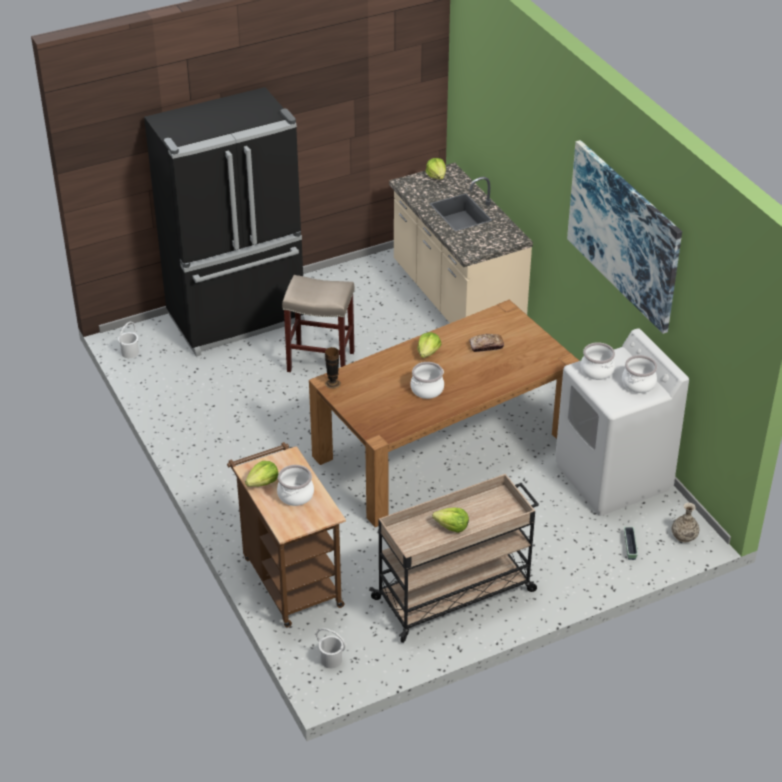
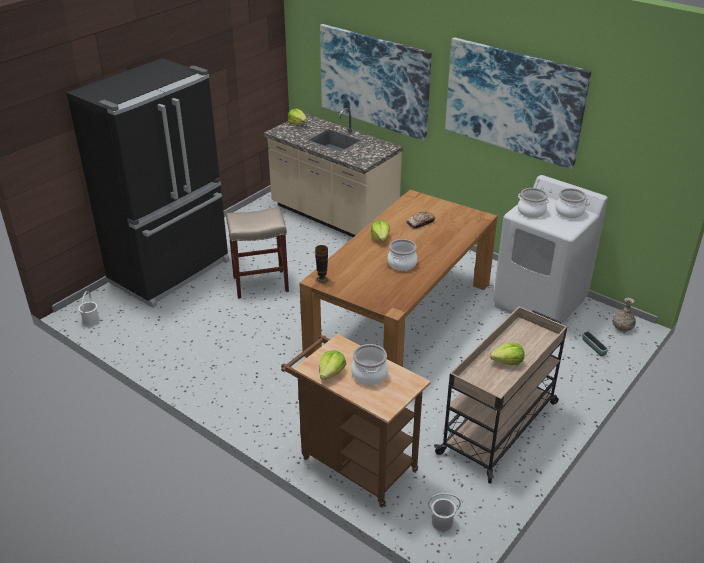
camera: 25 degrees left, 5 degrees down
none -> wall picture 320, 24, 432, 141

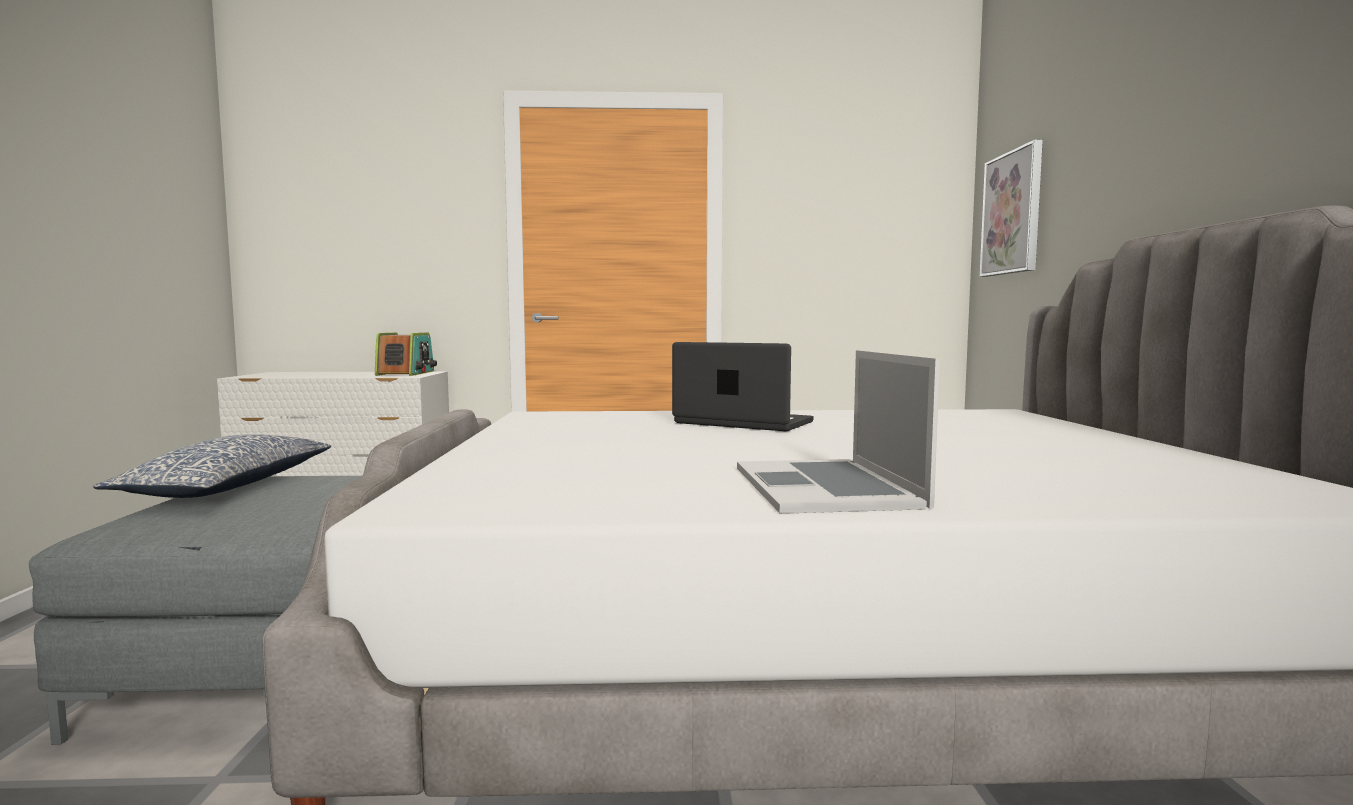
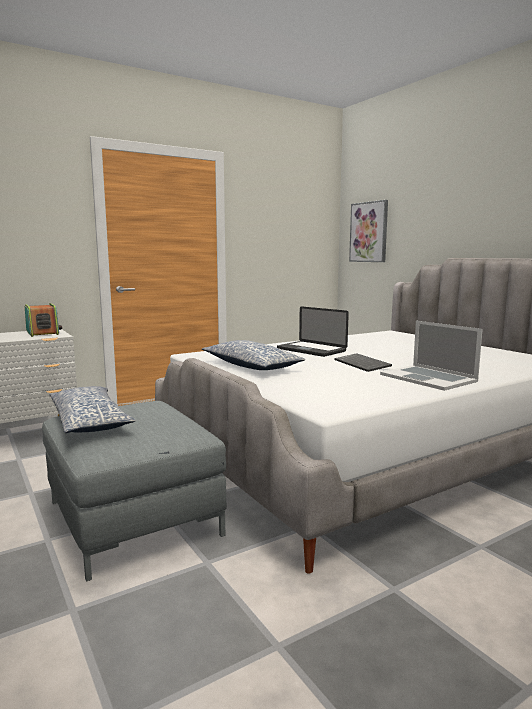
camera: 30 degrees left, 5 degrees up
portable computer 672, 342, 814, 431 -> portable computer 277, 306, 349, 357, 135 degrees counterclockwise
none -> cushion 202, 340, 306, 370
none -> keyboard 334, 353, 392, 372

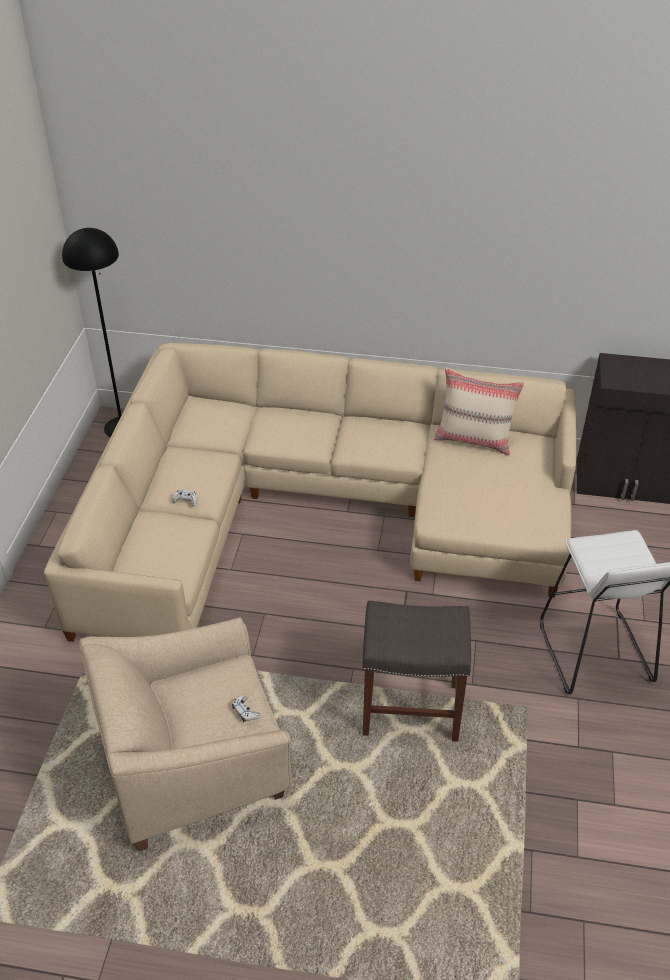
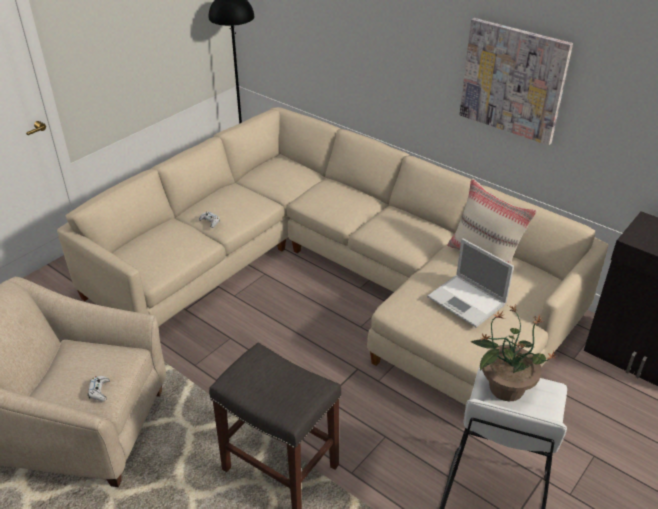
camera: 30 degrees right, 5 degrees down
none -> portable computer 427, 238, 514, 328
none -> wall picture 460, 18, 573, 145
none -> plant in a pot 471, 305, 557, 401

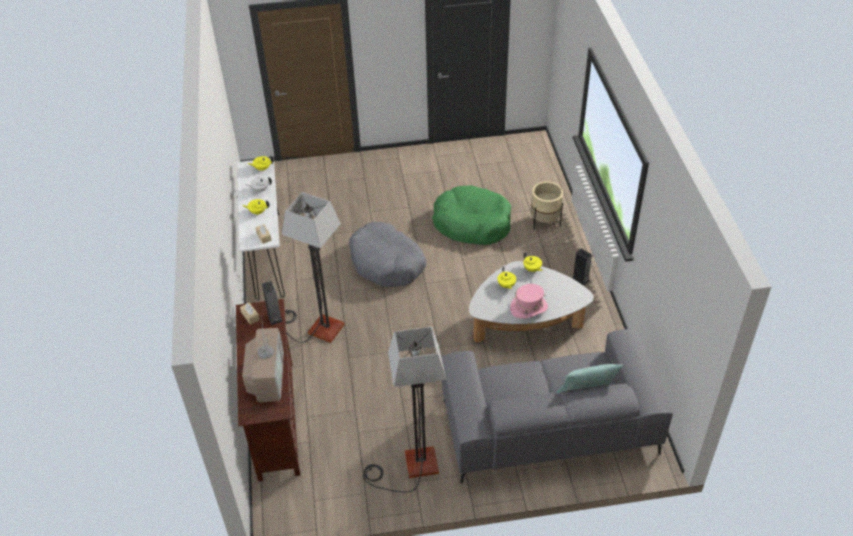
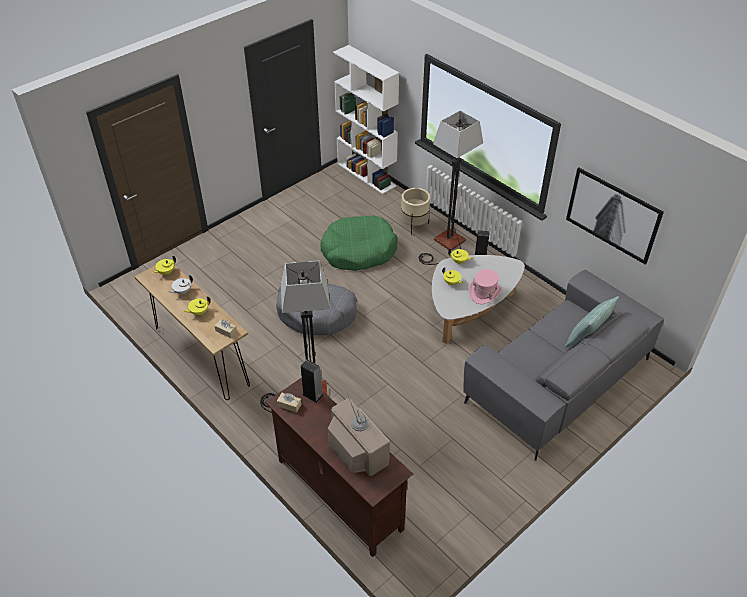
camera: 35 degrees left, 0 degrees up
white narrow table 237, 158, 285, 301 -> brown narrow table 135, 265, 250, 400
standing lamp 363, 327, 446, 492 -> standing lamp 419, 111, 483, 265, move
none -> white bookshelf 333, 45, 399, 194
none -> wall picture 566, 167, 664, 265

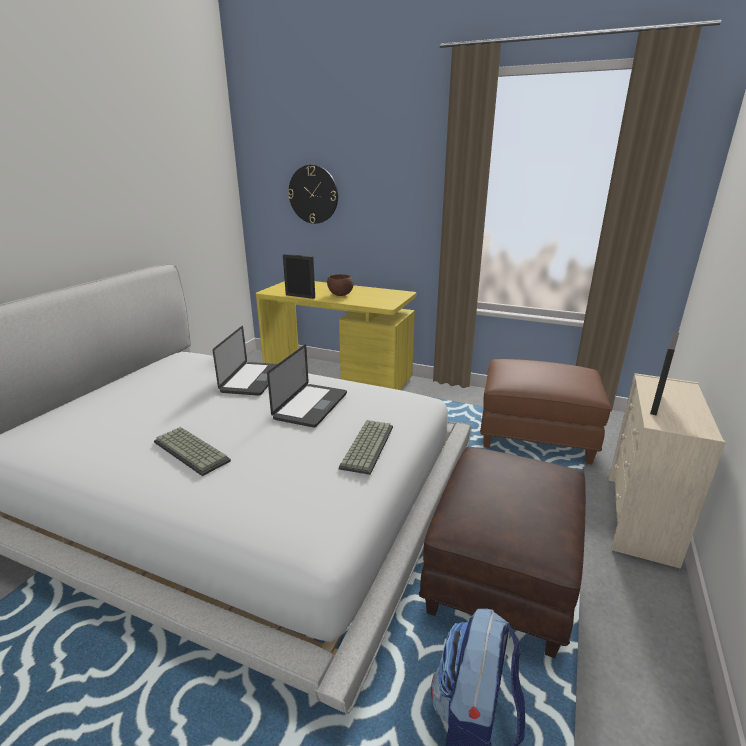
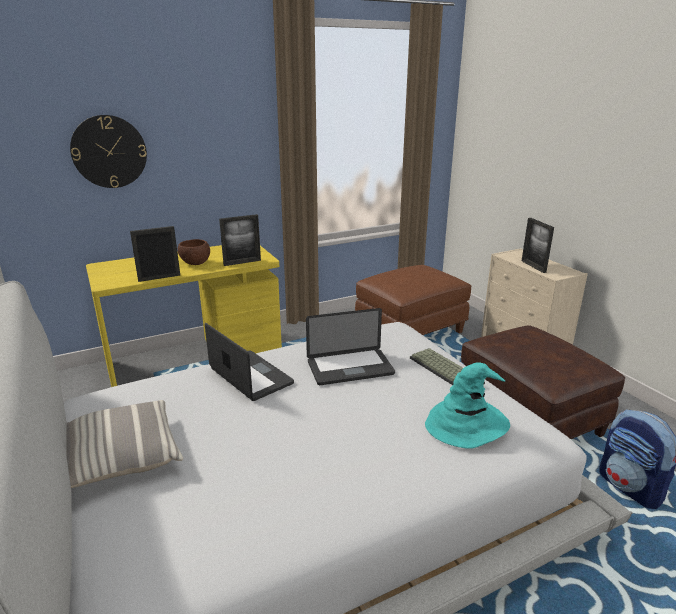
camera: 50 degrees left, 0 degrees up
keyboard 154, 427, 231, 476 -> none
portable computer 267, 344, 347, 428 -> portable computer 306, 308, 395, 385, 105 degrees clockwise
none -> cushion 66, 400, 183, 488
none -> photo frame 219, 214, 261, 266
none -> blue-green clothing hat 425, 362, 510, 449

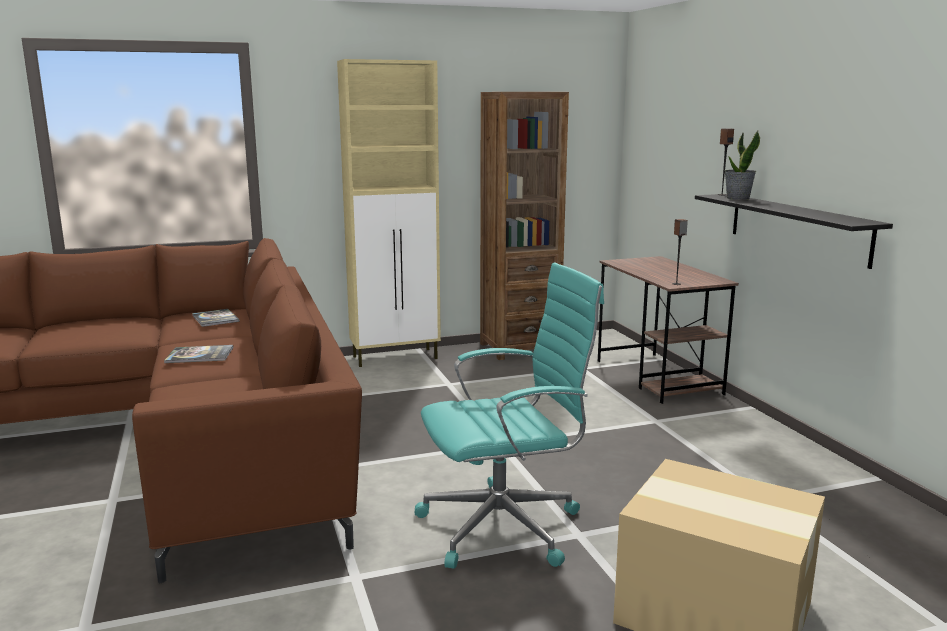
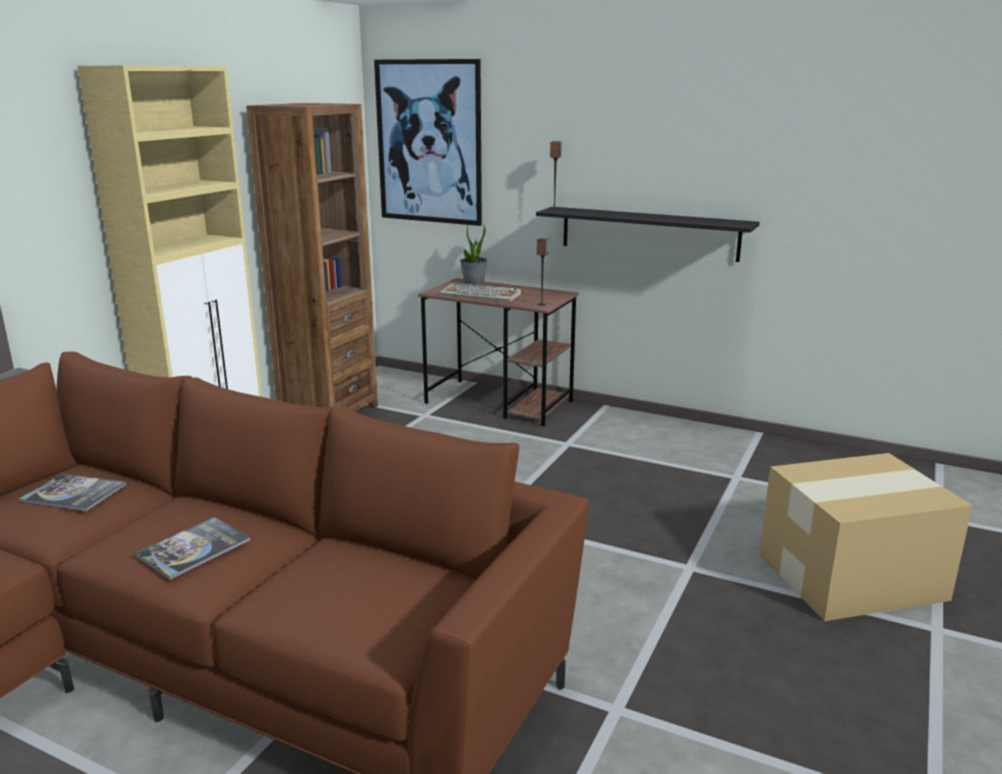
camera: 45 degrees left, 5 degrees up
blue-green desk chair 415, 262, 604, 569 -> none
plant in a pot 725, 131, 760, 200 -> plant in a pot 460, 224, 487, 285, move
none -> wall picture 374, 59, 482, 226
none -> keyboard 440, 283, 521, 302

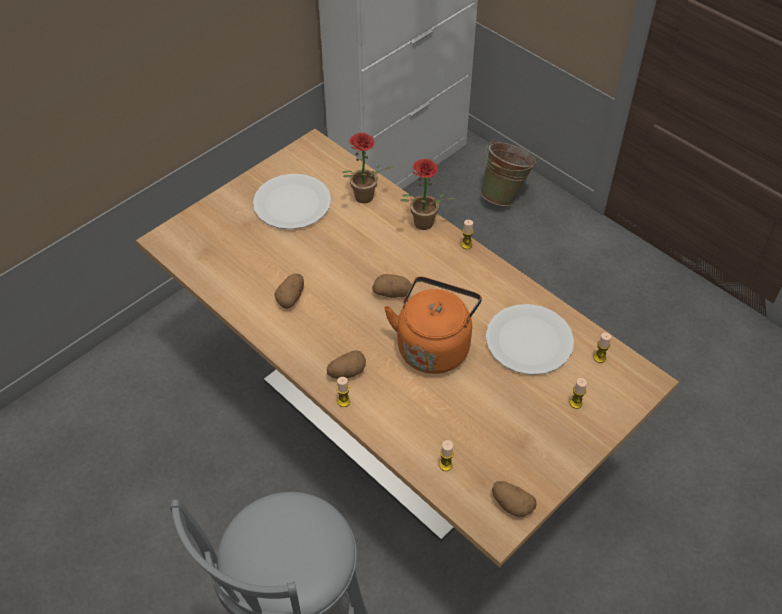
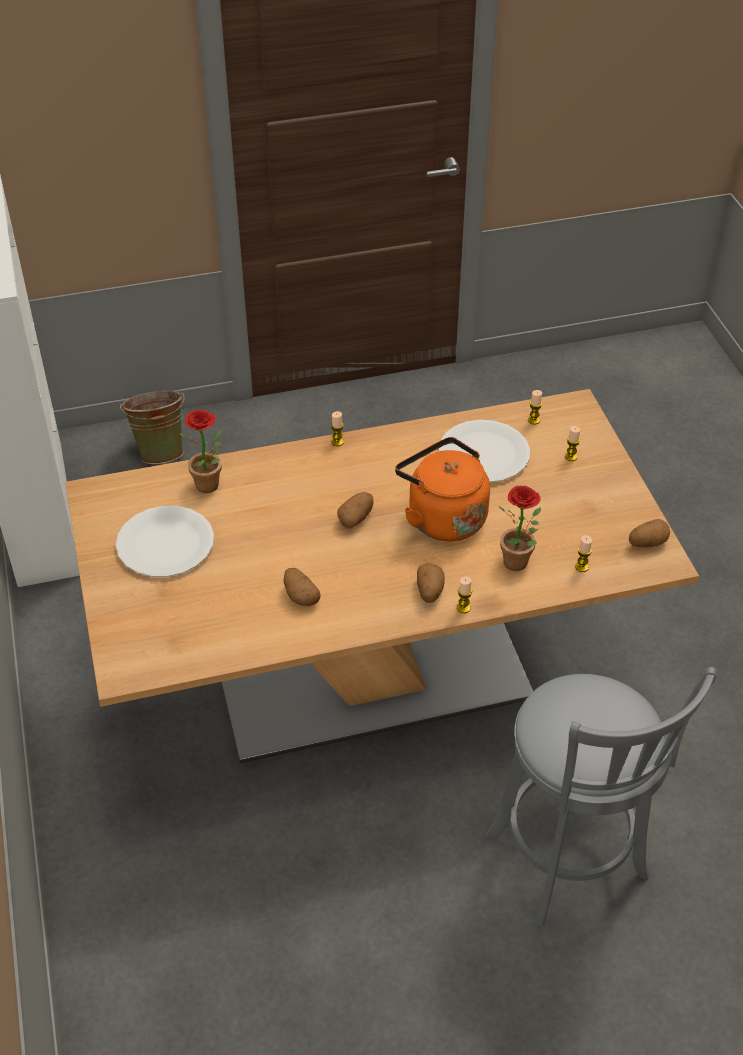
camera: 60 degrees left, 5 degrees down
plant in a pot 400, 159, 455, 230 -> plant in a pot 499, 486, 541, 571, move

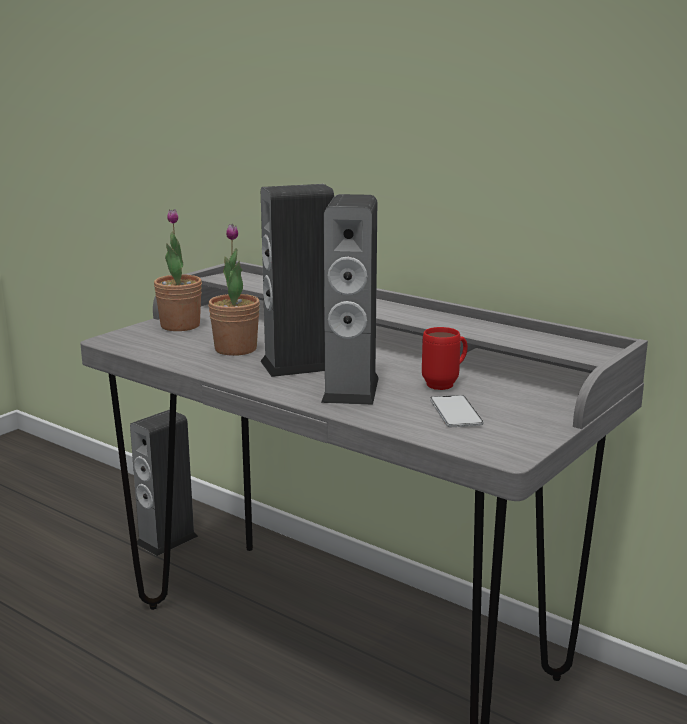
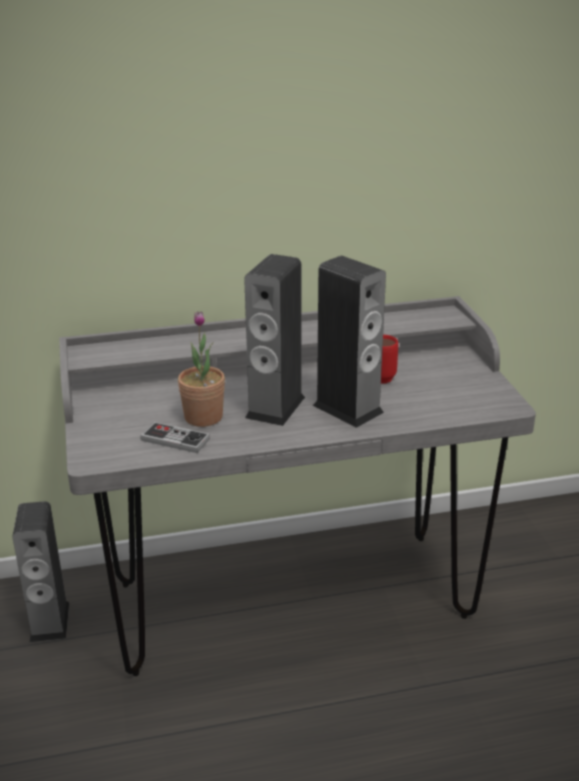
camera: 50 degrees left, 10 degrees up
plant in a pot 154, 209, 202, 331 -> none
handset 430, 395, 484, 427 -> none
none -> game controller 140, 422, 210, 453

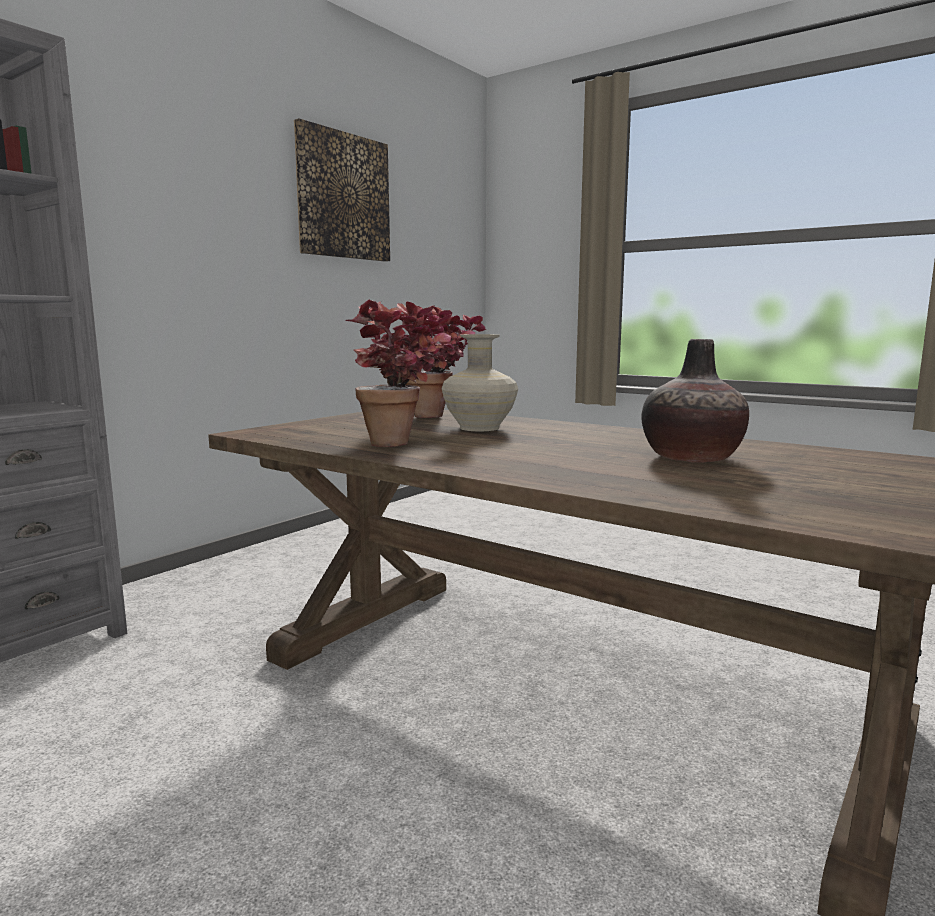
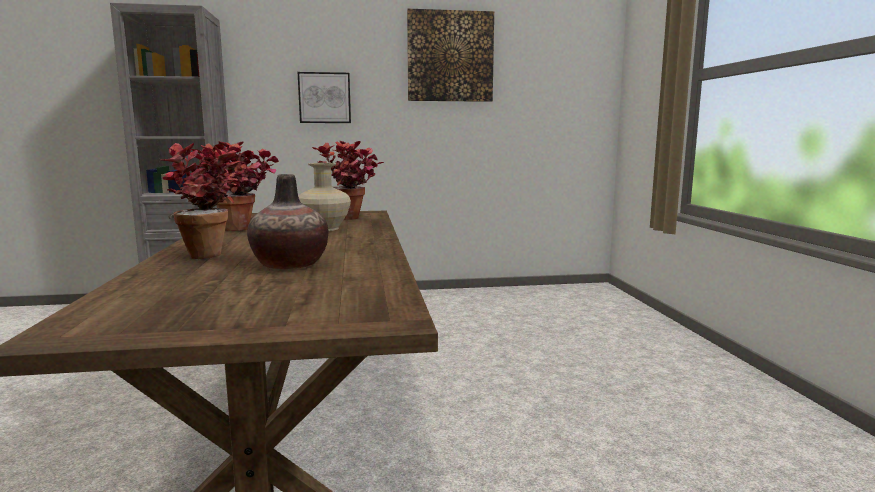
camera: 45 degrees right, 0 degrees up
none -> plant in a pot 160, 143, 241, 259
none -> wall picture 298, 72, 351, 123

